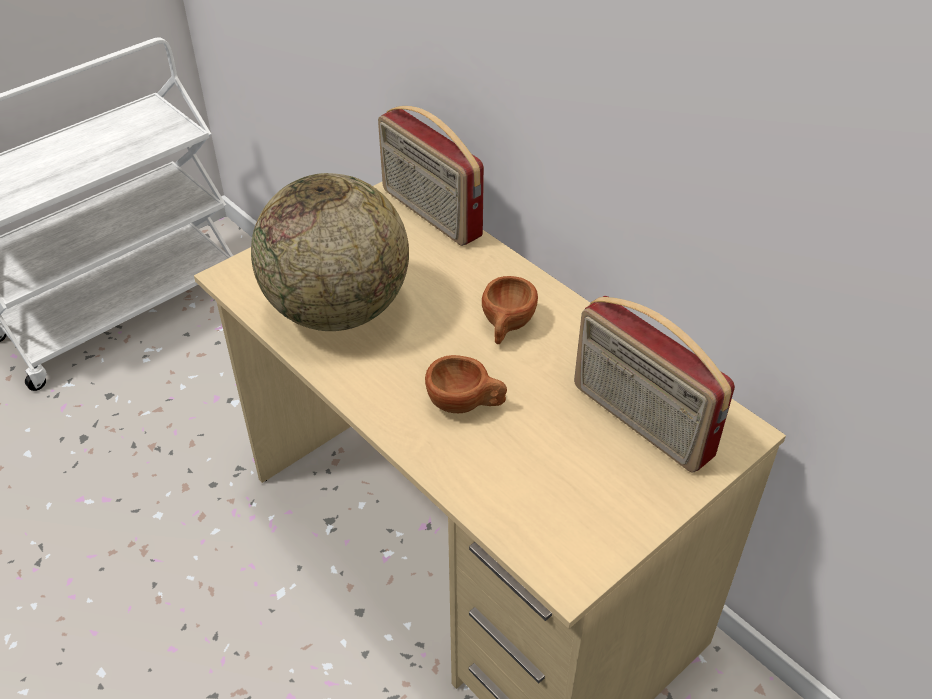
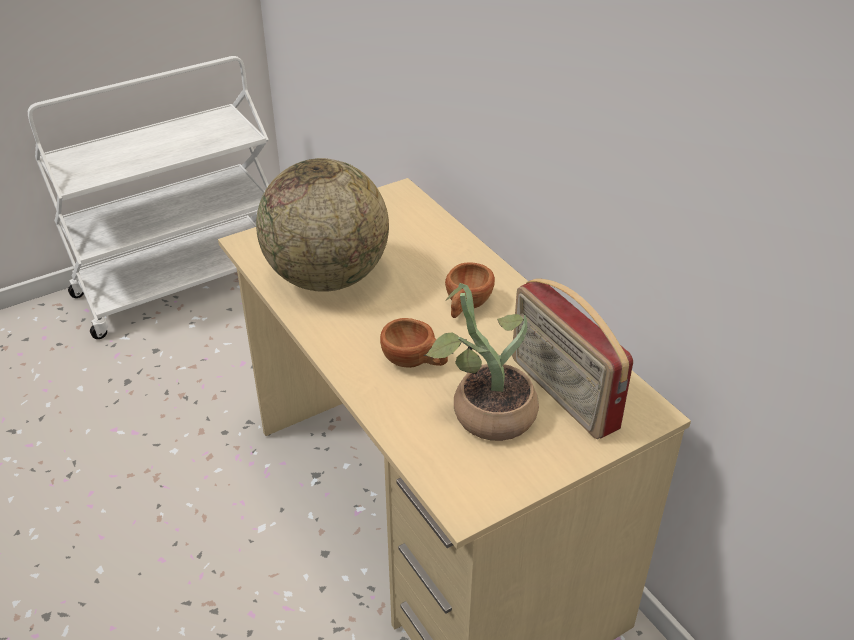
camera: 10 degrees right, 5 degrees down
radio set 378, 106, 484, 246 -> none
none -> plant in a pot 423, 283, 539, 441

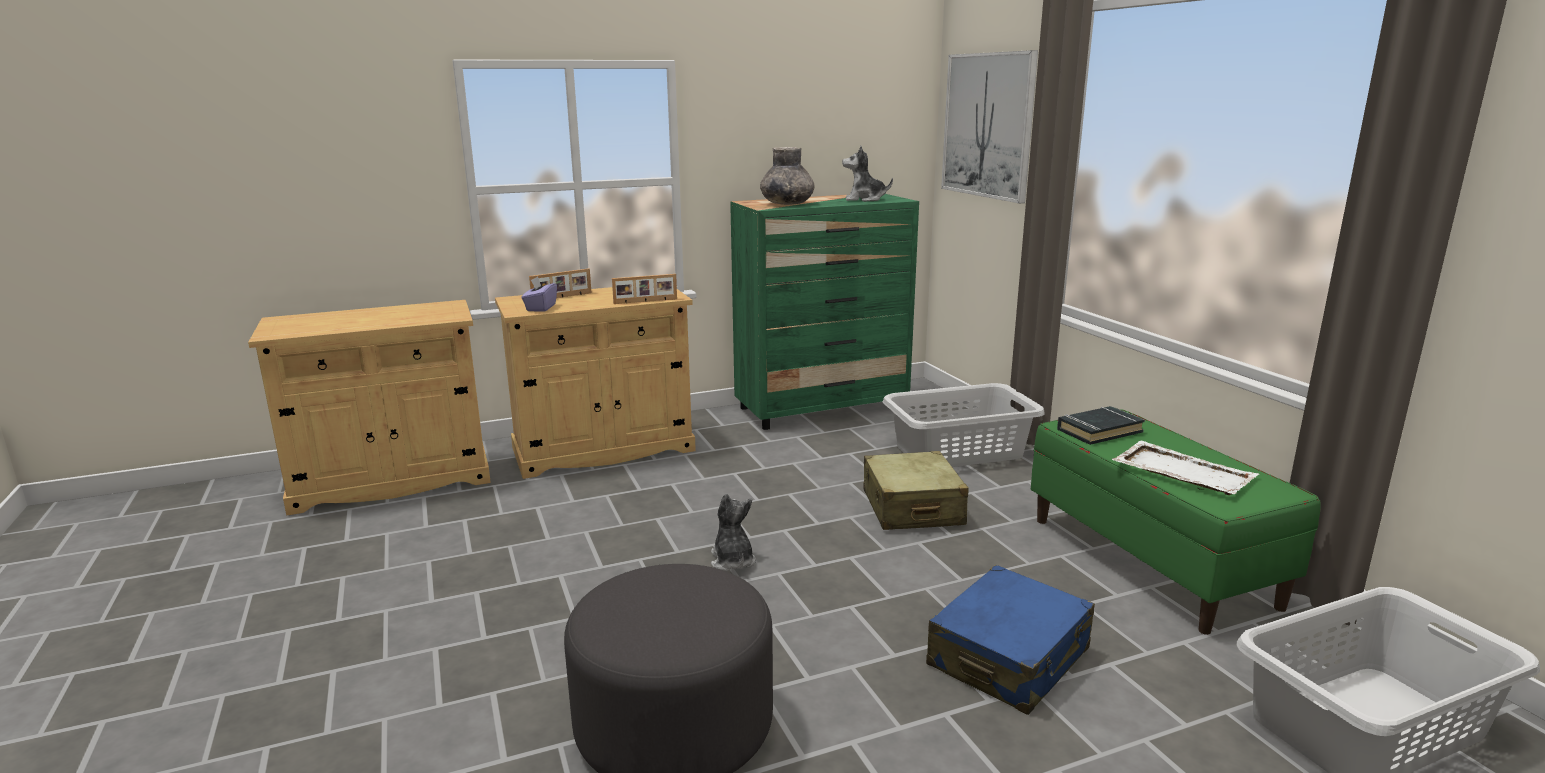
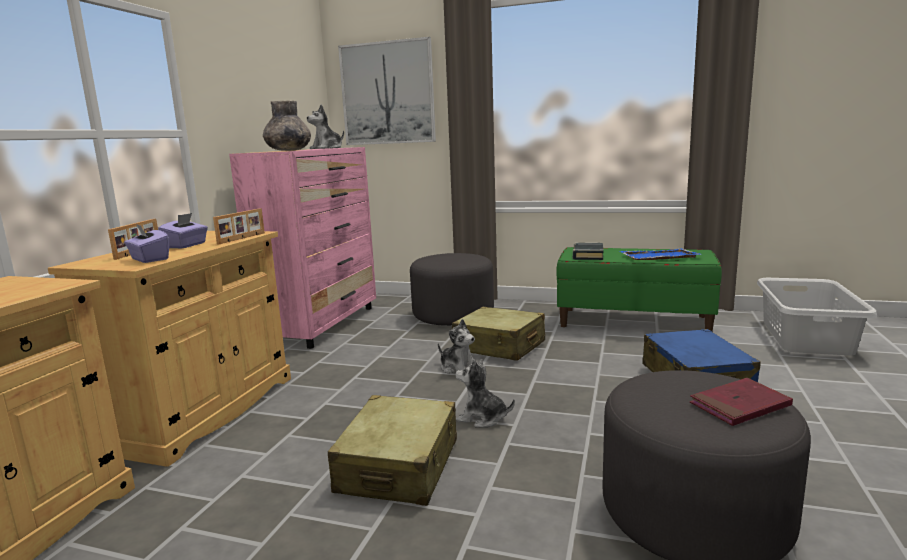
camera: 50 degrees left, 5 degrees down
green-coloured dresser 730, 194, 919, 430 -> pink-coloured dresser 229, 147, 376, 349
greyish hamper 883, 383, 1045, 467 -> greyish footrest 410, 253, 494, 326
white serving tray 1112, 441, 1259, 495 -> blue-coloured serving tray 620, 248, 702, 260
none -> purple box of tissues 158, 213, 208, 248
none -> beige suitcase 328, 395, 457, 506
none -> plush toy 438, 319, 475, 374
none -> reddish bound book 690, 378, 793, 426

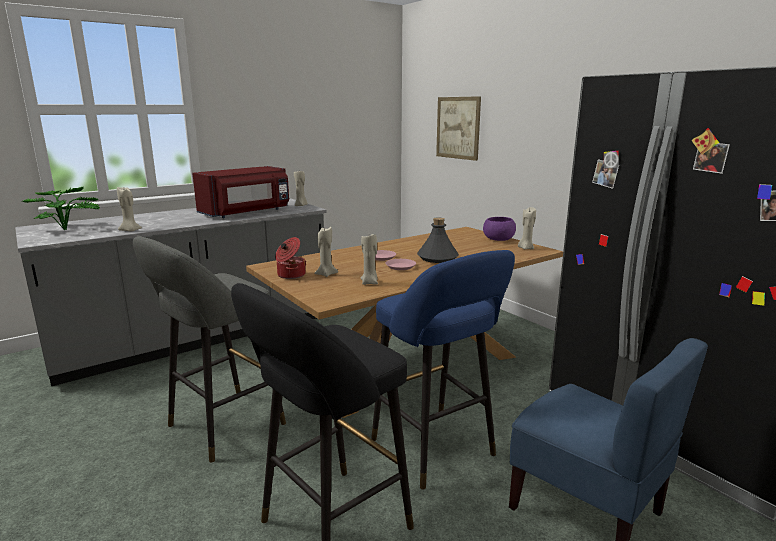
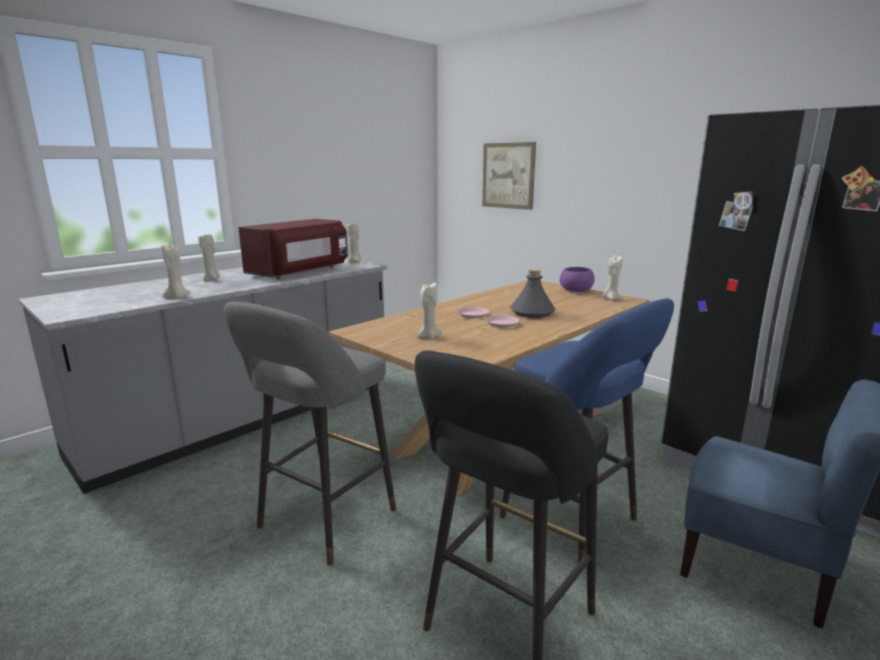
camera: 10 degrees left, 0 degrees up
plant in a pot 22, 187, 100, 230 -> none
stockpot 275, 237, 306, 279 -> none
beige candle 360, 234, 378, 285 -> beige candle 198, 234, 220, 282, move

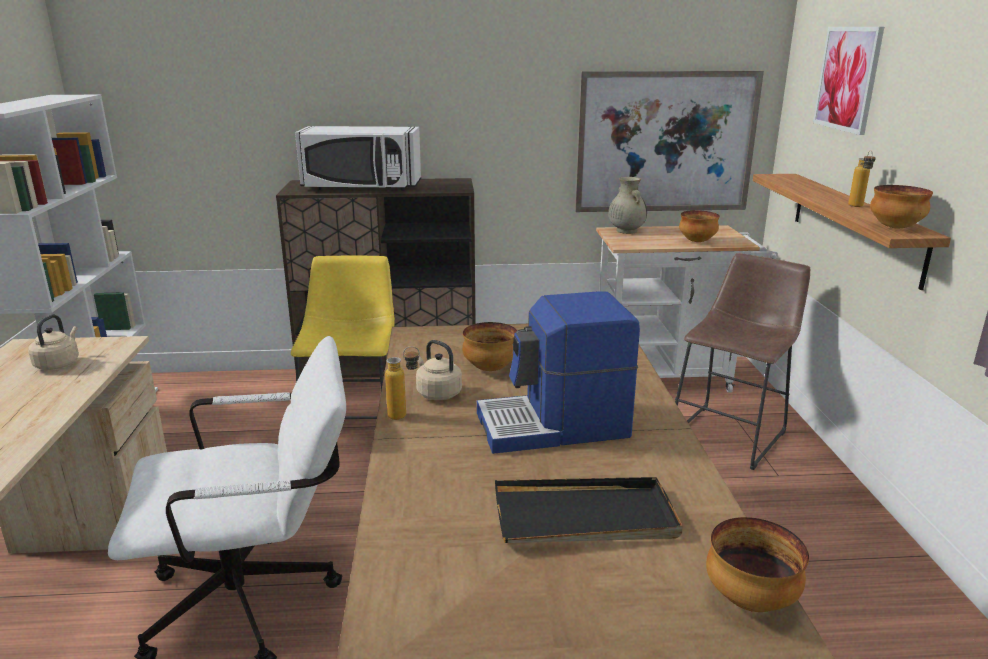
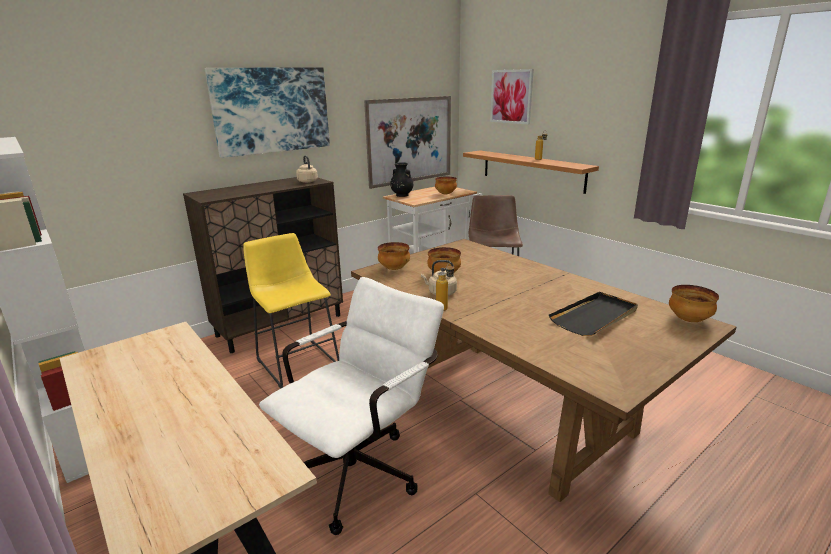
camera: 35 degrees left, 0 degrees up
beige water kettle 28, 315, 79, 370 -> beige water kettle 296, 156, 318, 183, move
white microwave 295, 126, 421, 191 -> none
coffee maker 477, 291, 640, 454 -> none
beige decorative vase 609, 177, 647, 234 -> black-coloured decorative vase 390, 162, 413, 197
bowl 870, 185, 933, 228 -> bowl 378, 242, 410, 270, move
none -> wall picture 205, 67, 330, 158

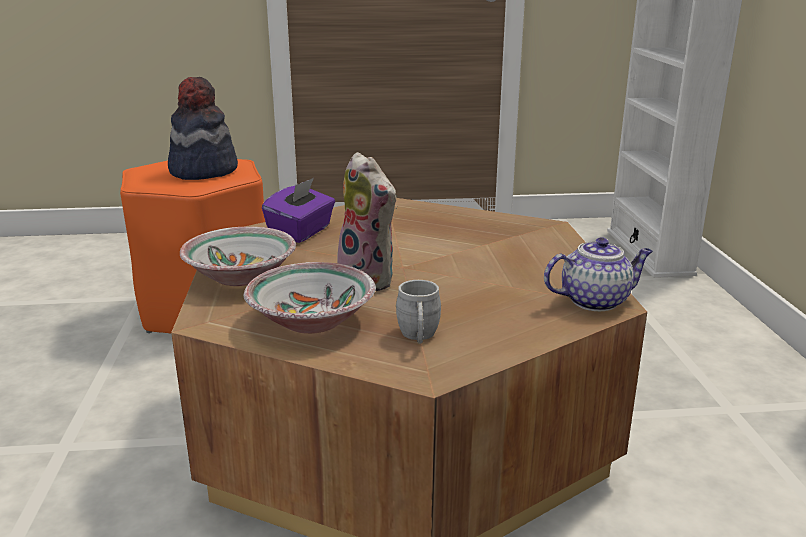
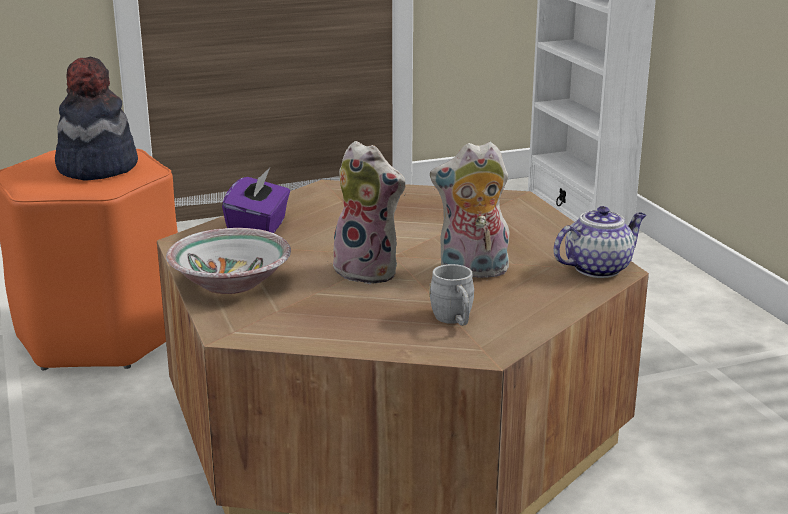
camera: 15 degrees left, 0 degrees up
bowl 244, 262, 376, 334 -> none
none -> plush toy 430, 142, 510, 278

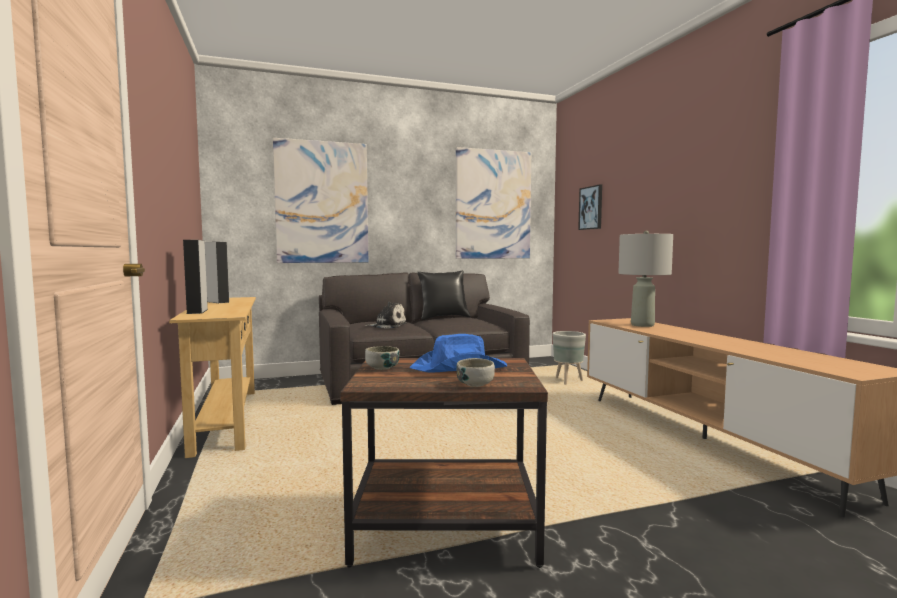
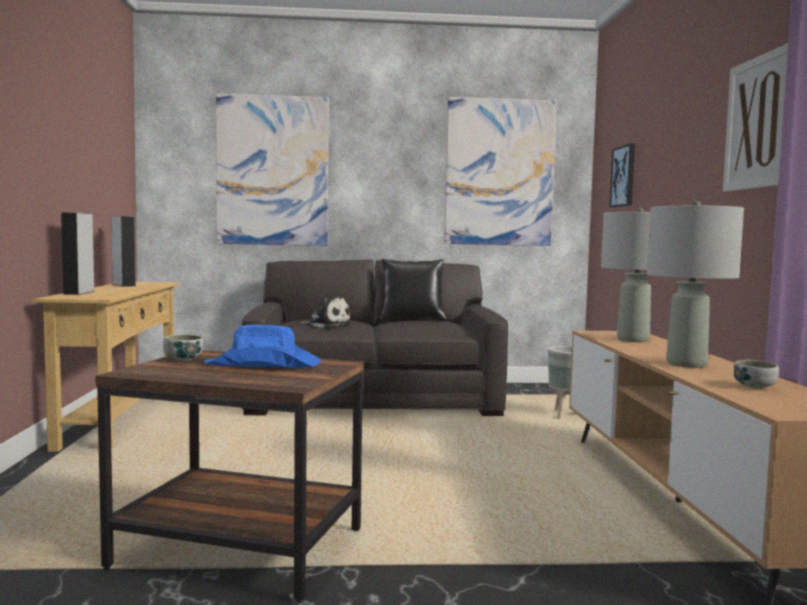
camera: 15 degrees right, 0 degrees up
bowl 456, 358, 495, 387 -> bowl 734, 360, 779, 389, move
none -> greyish lamp for a table 647, 201, 744, 368
none -> wall picture 723, 43, 788, 192

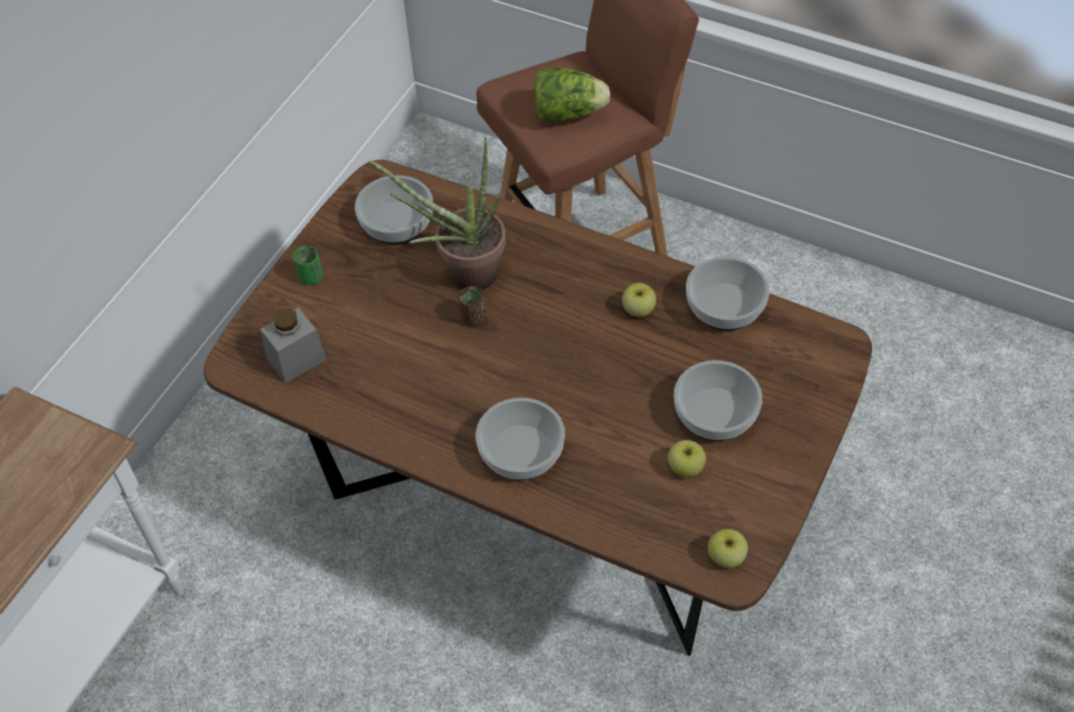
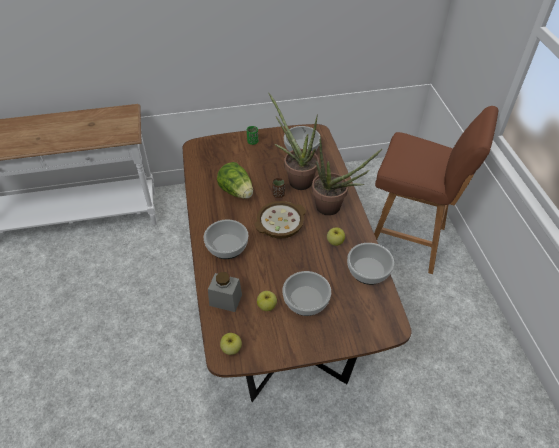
camera: 50 degrees right, 5 degrees down
greyish jar 260, 308, 326, 383 -> greyish jar 208, 272, 242, 312, move
lettuce 534, 68, 610, 123 -> lettuce 217, 162, 253, 199, move
none -> bowl 254, 201, 306, 239
none -> plant in a pot 312, 136, 382, 216

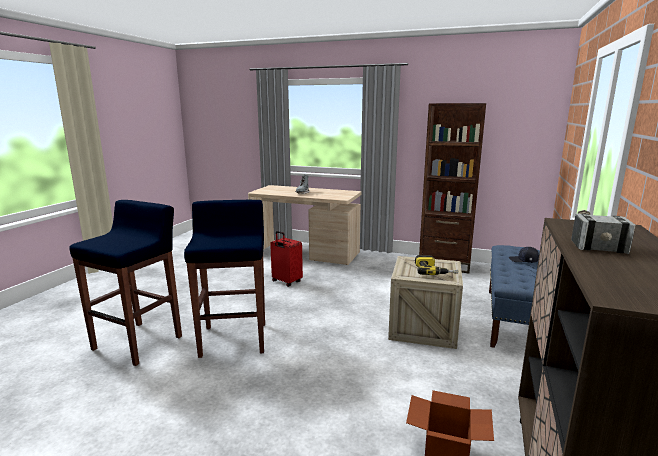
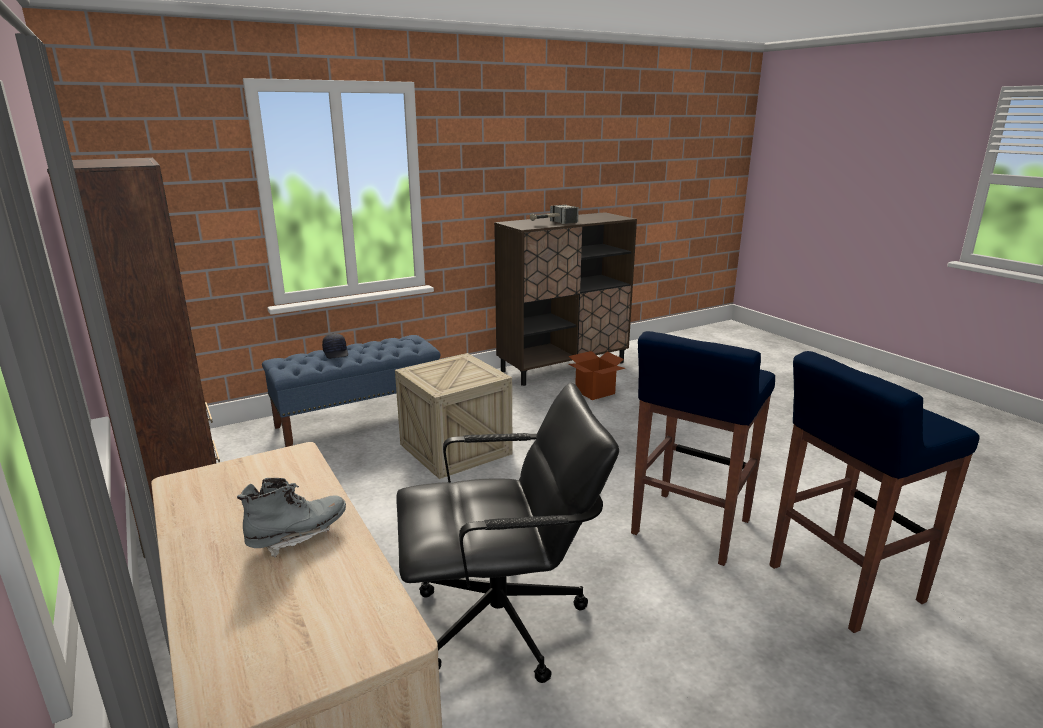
camera: 140 degrees left, 5 degrees up
reddish suitcase 270, 231, 303, 287 -> black-coloured desk chair 396, 383, 619, 683
drill 415, 255, 458, 275 -> none

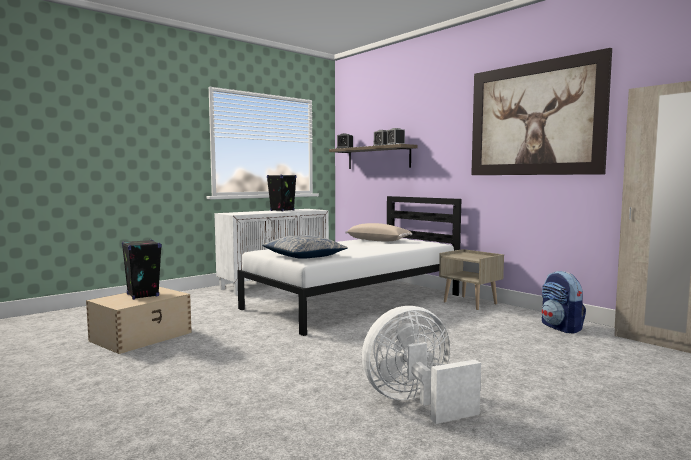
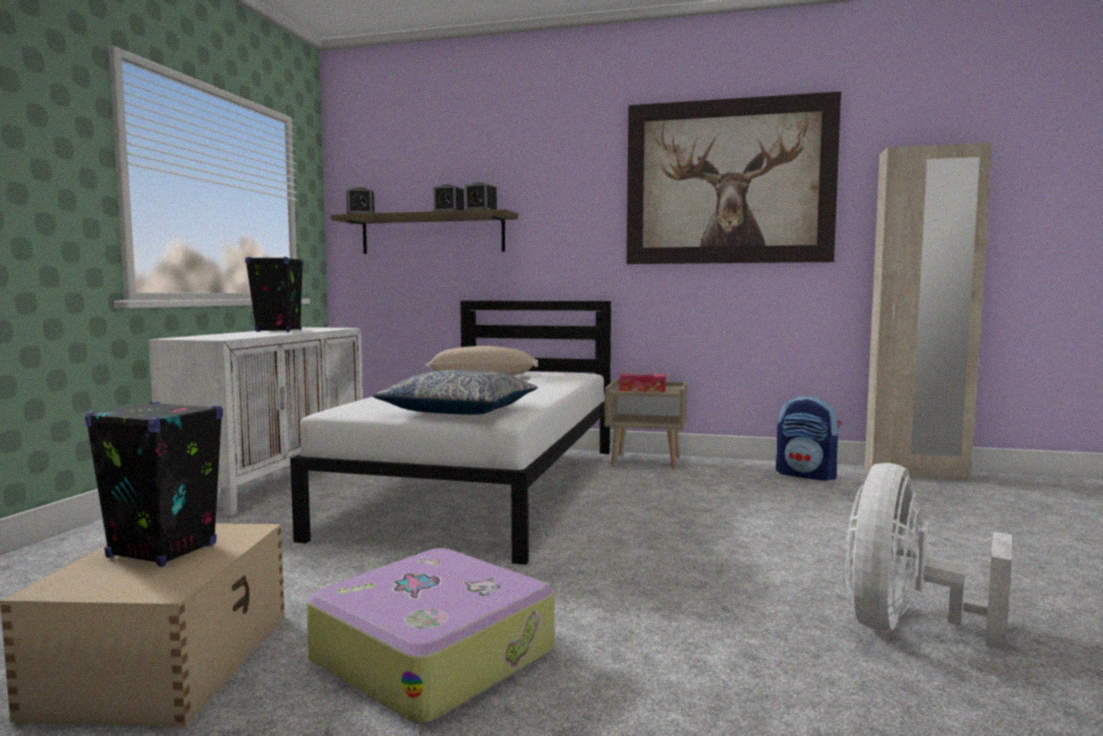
camera: 35 degrees left, 0 degrees up
none -> suitcase 307, 548, 554, 724
none -> box of tissues 619, 373, 666, 392

